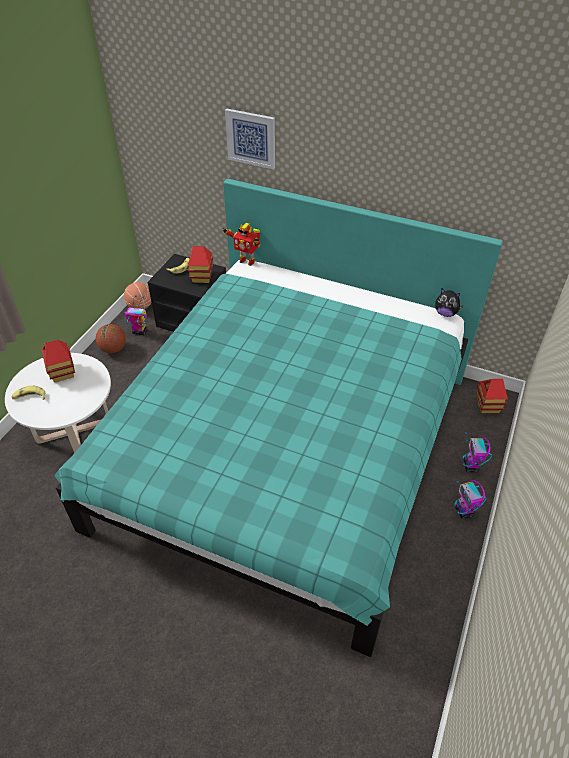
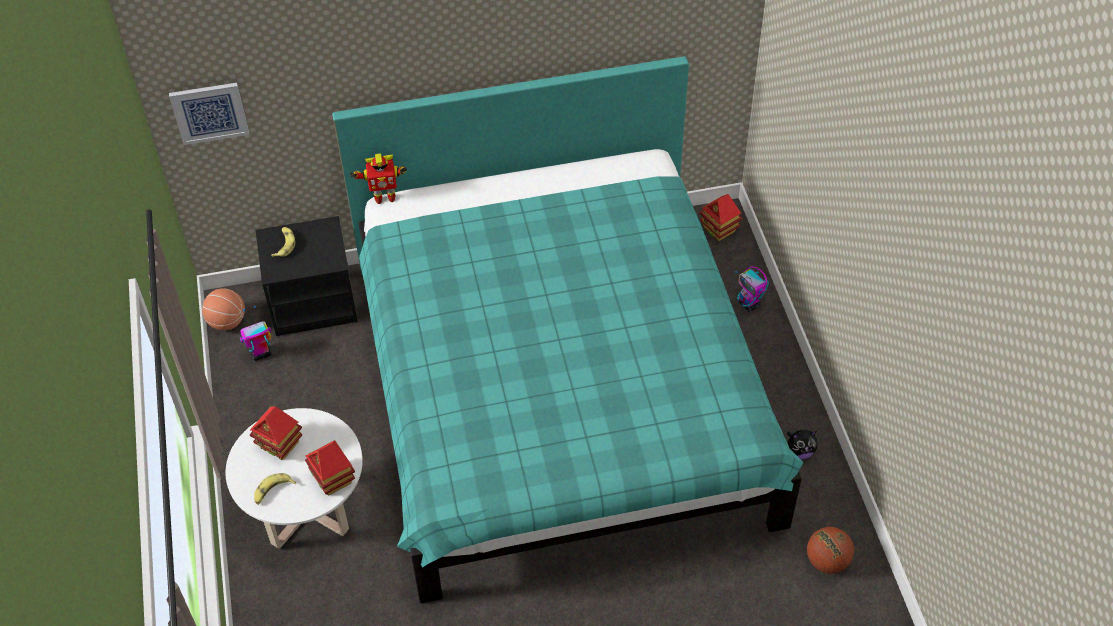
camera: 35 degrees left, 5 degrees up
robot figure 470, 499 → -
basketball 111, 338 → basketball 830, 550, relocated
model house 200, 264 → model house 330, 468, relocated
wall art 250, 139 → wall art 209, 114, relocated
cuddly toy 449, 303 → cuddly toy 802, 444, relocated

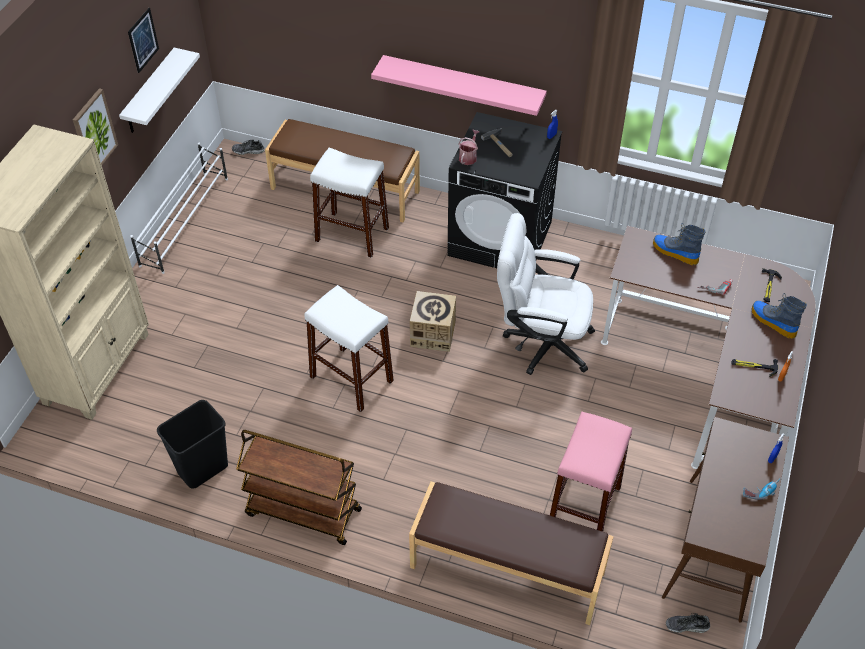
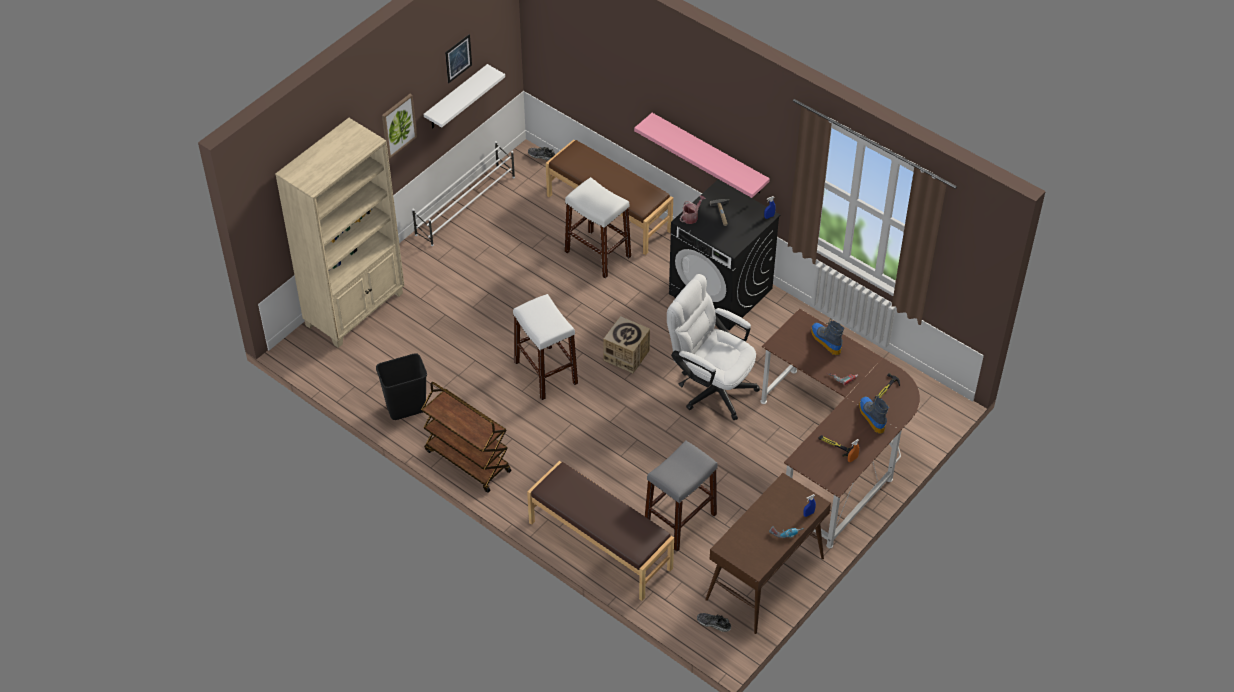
camera: 20 degrees right, 0 degrees up
pink stool seat 591, 471 → gray stool seat 681, 495

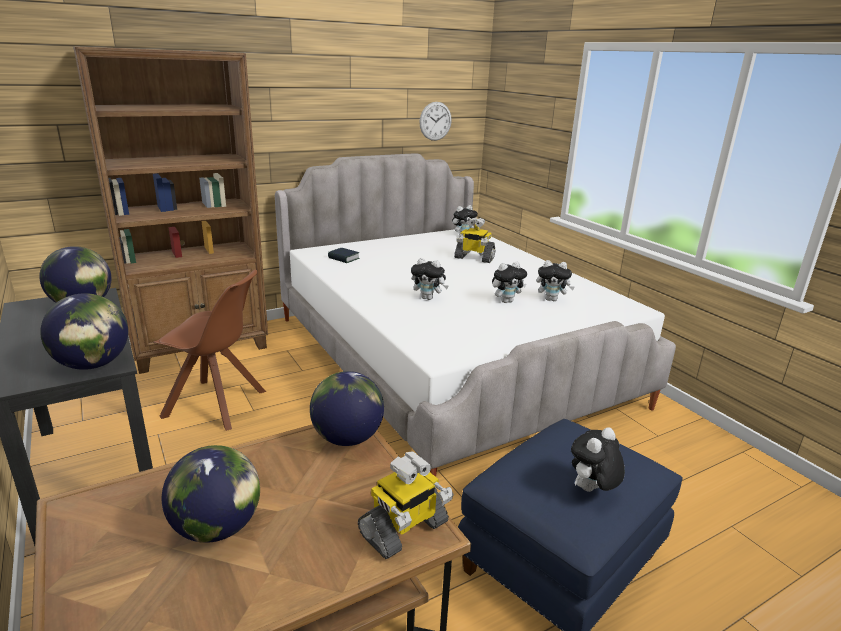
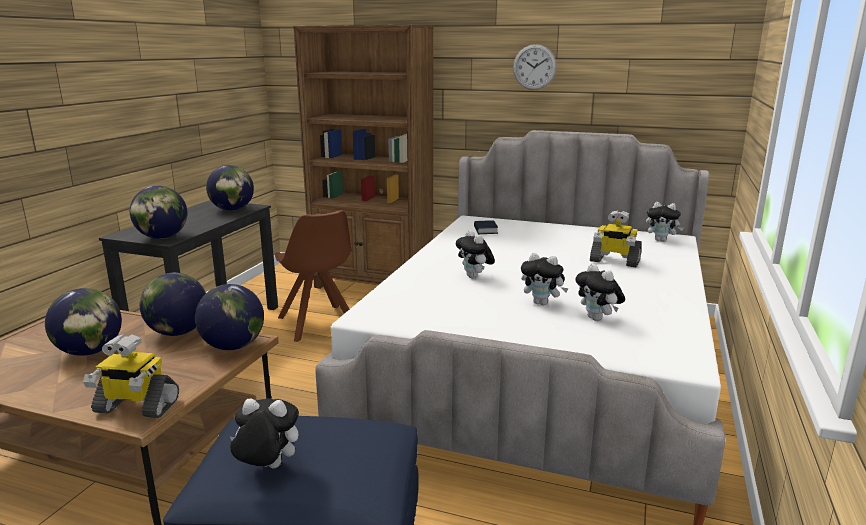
camera: 50 degrees right, 5 degrees down
- → globe 173, 304
hanging clock 436, 121 → hanging clock 535, 67, relocated
robot figure 474, 240 → robot figure 616, 239, 45 degrees counterclockwise

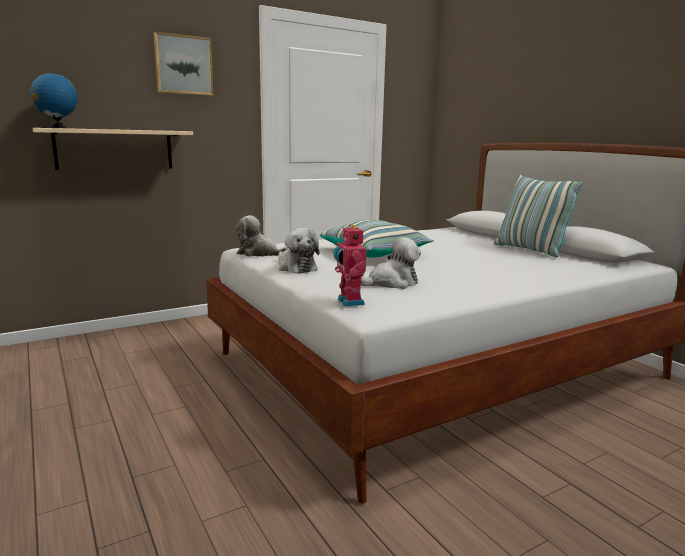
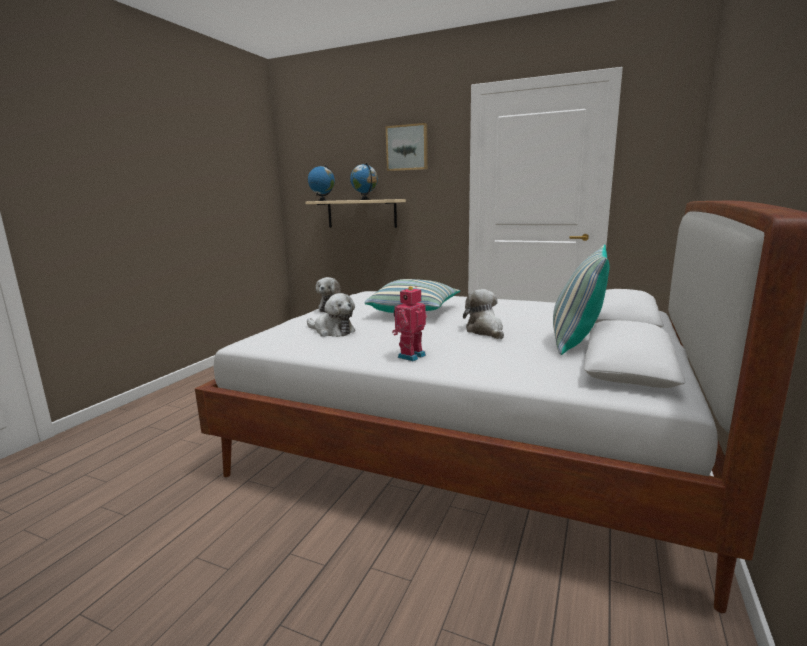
camera: 55 degrees right, 0 degrees up
- → globe 364, 181
cuddly toy 261, 235 → cuddly toy 483, 314, relocated
robot figure 349, 265 → robot figure 409, 323, relocated

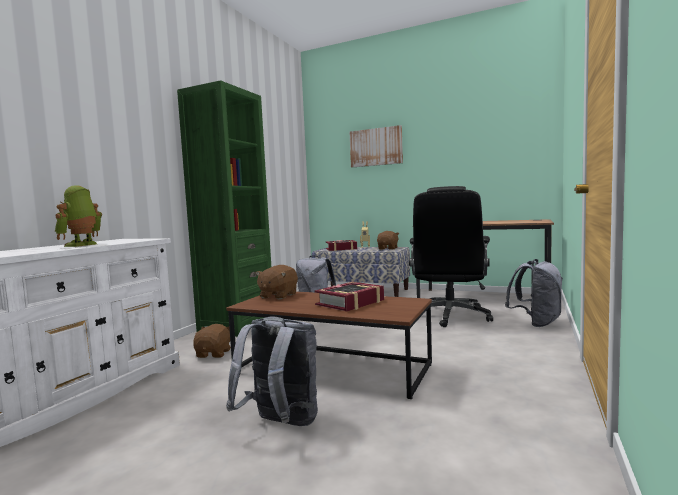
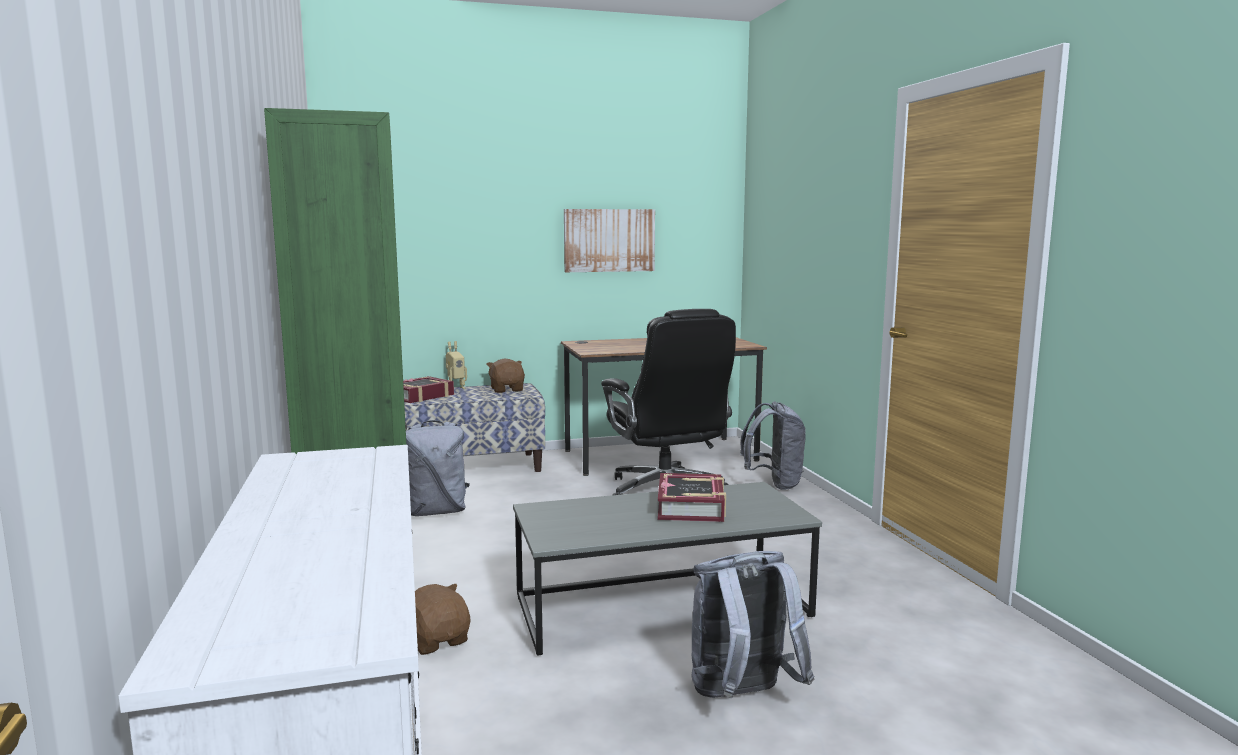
camera: 40 degrees left, 5 degrees up
robot figure 78, 216 → -
brown cuddly toy 277, 282 → -
wall art 376, 146 → wall art 609, 240, relocated
brown low table 329, 345 → gray low table 667, 569

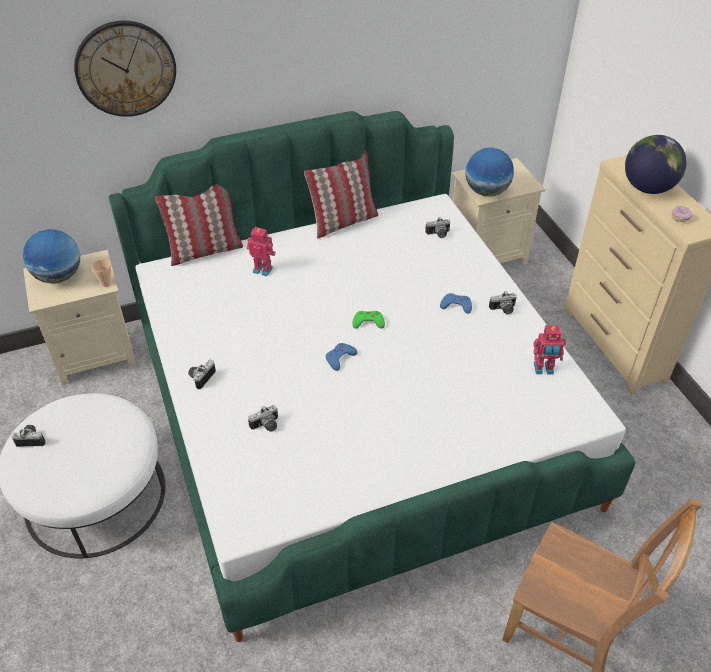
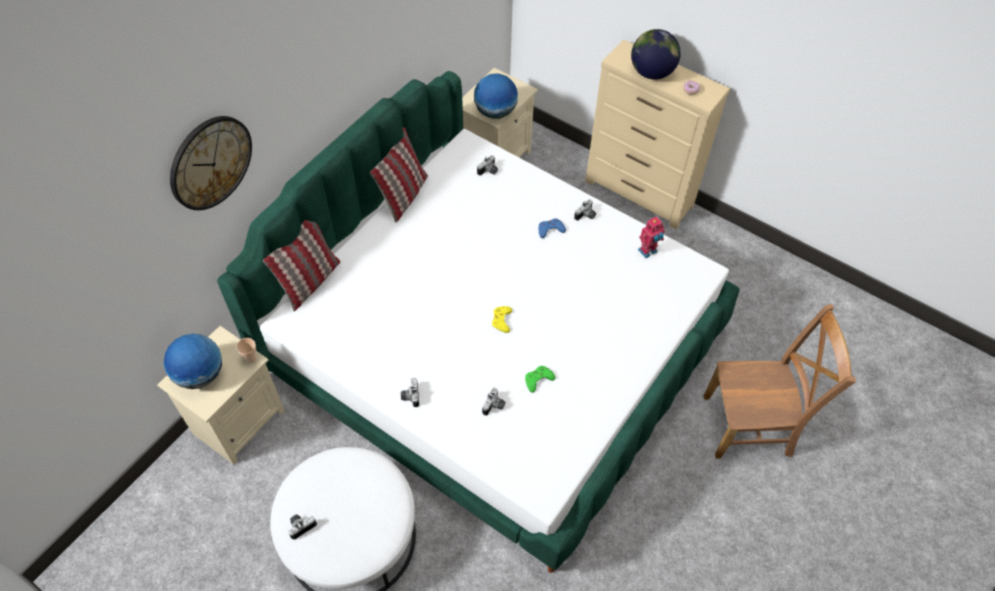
camera: 35 degrees left, 10 degrees up
robot figure 261, 252 → -
greenish joypad 368, 319 → greenish joypad 540, 379, relocated
bluish joypad 342, 357 → yellow joypad 502, 319

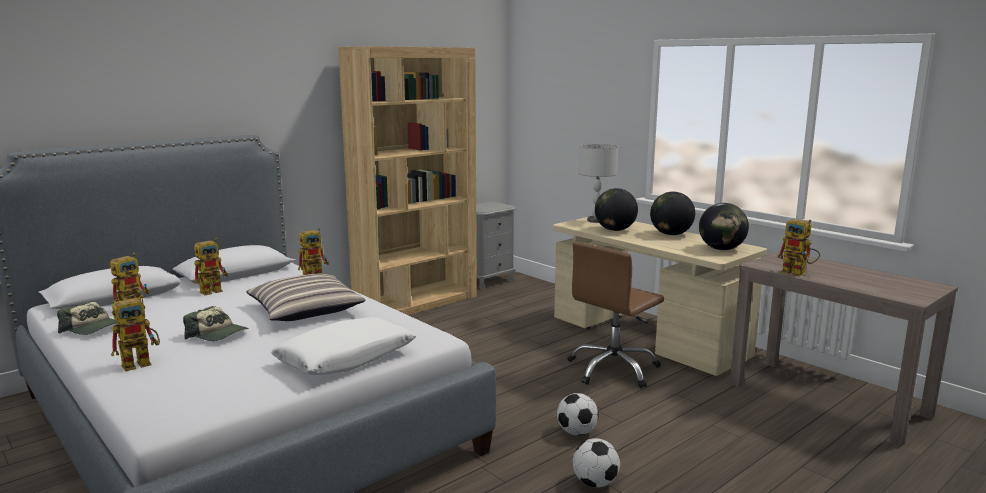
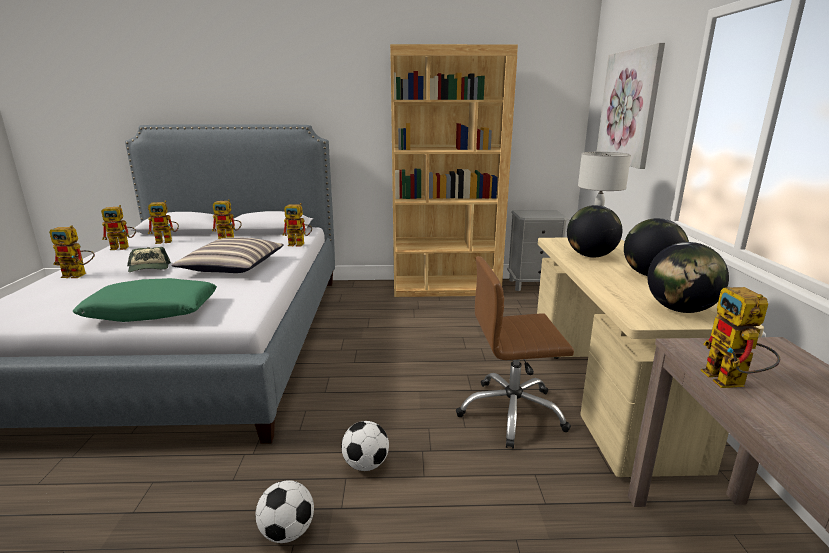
camera: 40 degrees right, 5 degrees up
- → wall art 631, 106
cap 87, 318 → robot figure 118, 227
whitish cushion 343, 346 → greenish cushion 145, 300

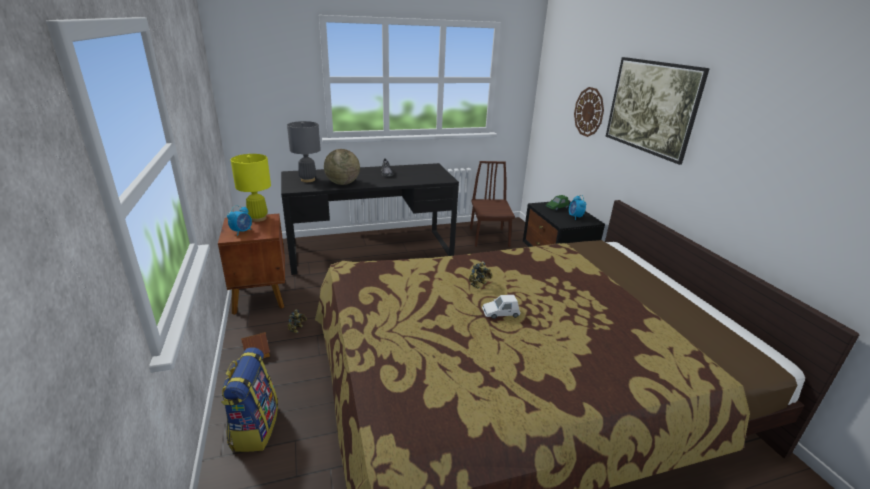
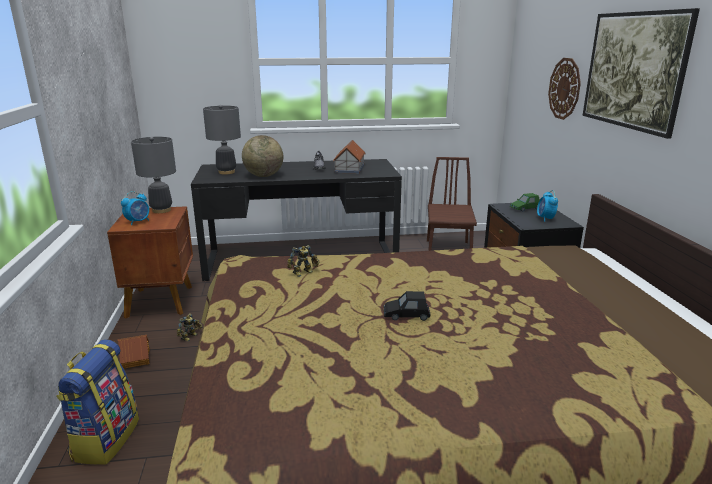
camera: 10 degrees right, 5 degrees down
- → model house 349, 157
robot figure 480, 275 → robot figure 303, 261, relocated
yellow lamp for a table 251, 188 → gray lamp for a table 153, 175
whitish miniature car 501, 307 → blackish miniature car 407, 306

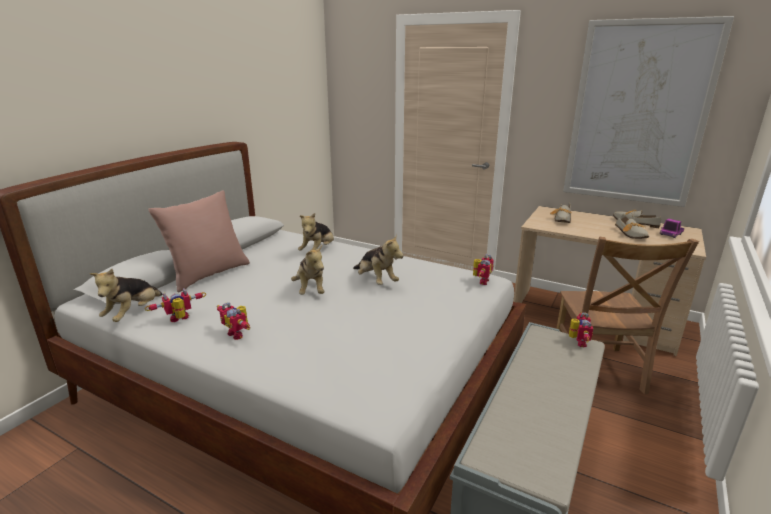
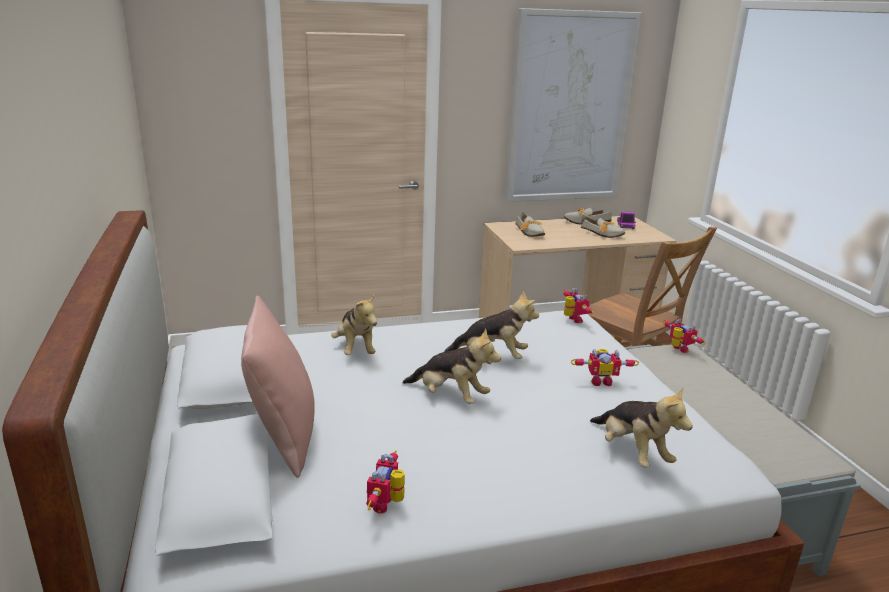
camera: 45 degrees left, 0 degrees up
cuddly toy 126, 295 → cuddly toy 641, 428, relocated
robot figure 233, 321 → robot figure 604, 367, relocated

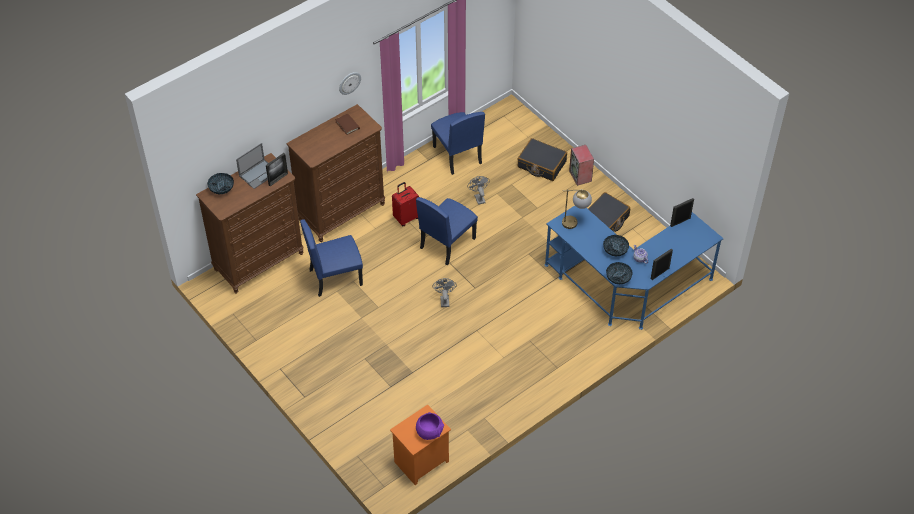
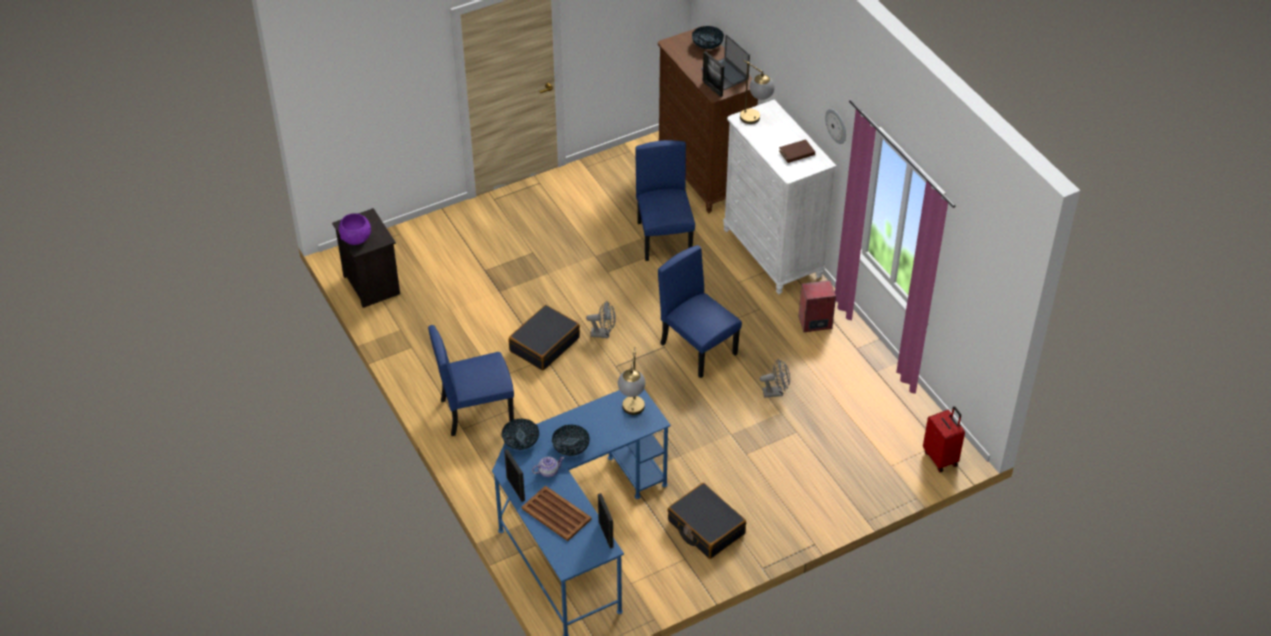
camera: 100 degrees right, 5 degrees down
- → brown tray 557, 513
- → lamp for a table 757, 92
reddish piece of luggage 405, 204 → reddish piece of luggage 944, 439, relocated
bluish upright chair 458, 143 → bluish upright chair 471, 380, relocated
blackish piece of luggage 542, 159 → blackish piece of luggage 544, 337, relocated
loudspeaker 581, 165 → loudspeaker 817, 306, relocated
brown drawer chest 335, 173 → whitish drawer chest 780, 197
orange-coloured nightstand 420, 444 → blackish nightstand 366, 258

